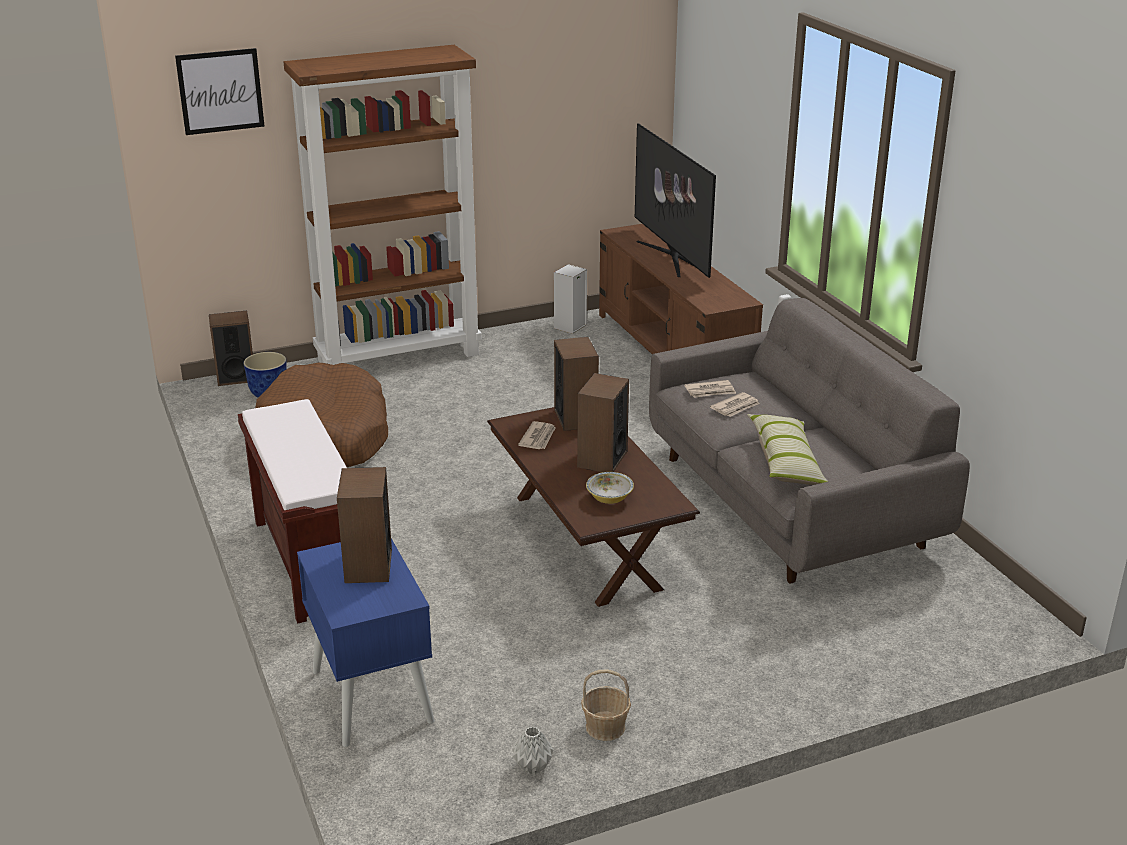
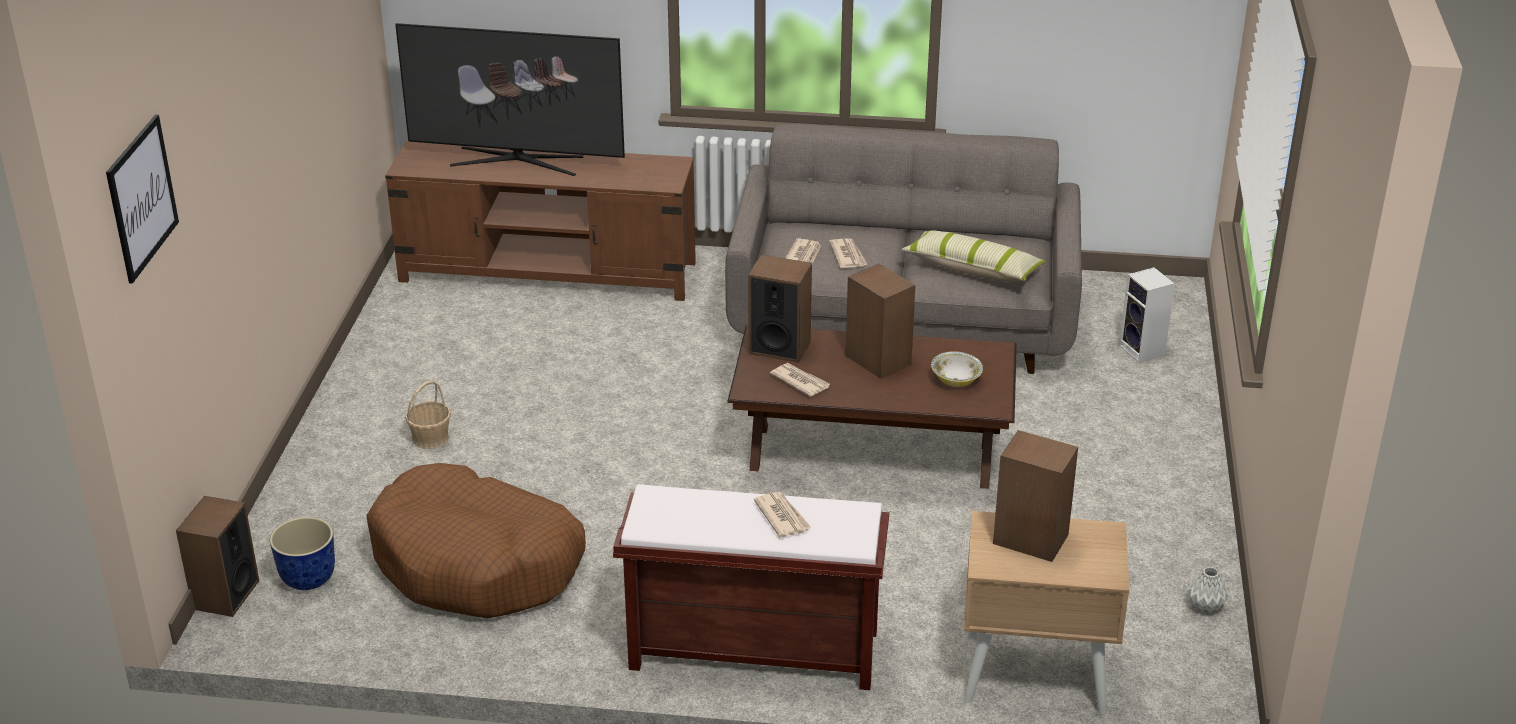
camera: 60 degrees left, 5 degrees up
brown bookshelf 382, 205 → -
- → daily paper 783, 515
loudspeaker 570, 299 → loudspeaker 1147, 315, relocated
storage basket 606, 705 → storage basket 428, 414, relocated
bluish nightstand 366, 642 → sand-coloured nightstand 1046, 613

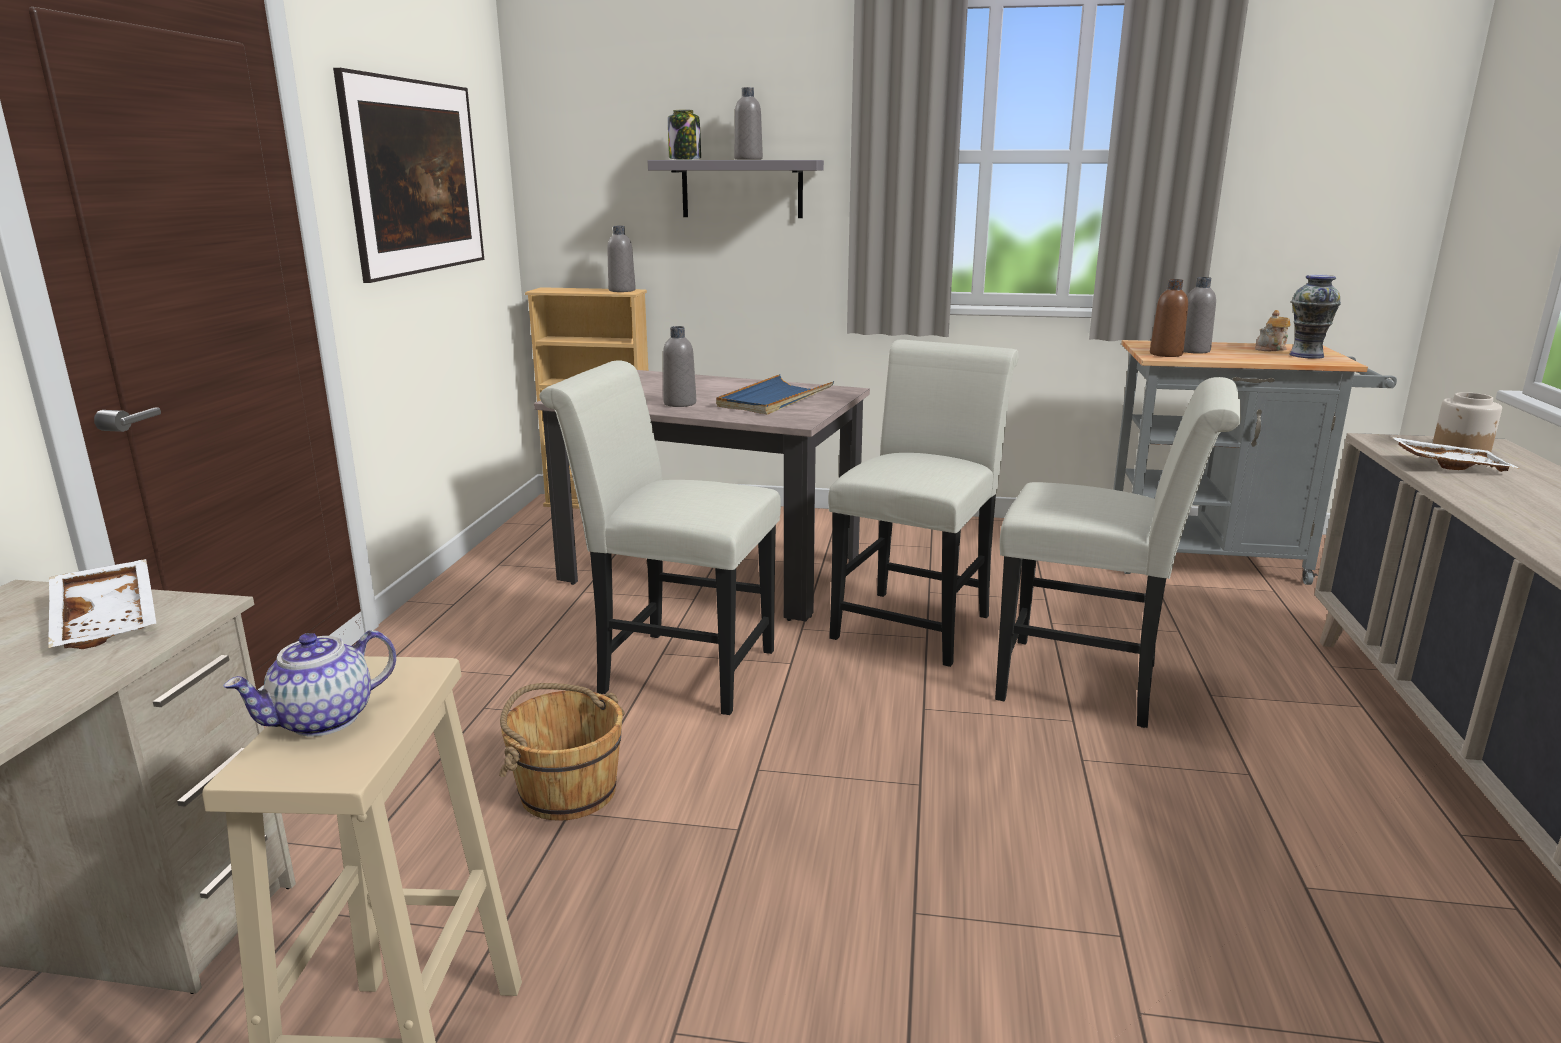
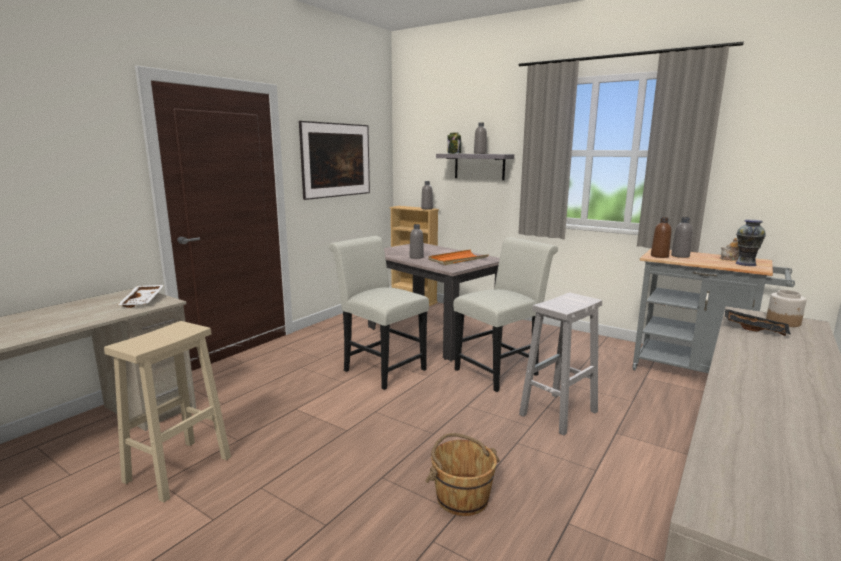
camera: 25 degrees right, 5 degrees down
pot for tea 309, 683 → -
brown pail 562, 752 → brown pail 462, 474, relocated
whitish upright chair 1118, 552 → whitish stool seat 560, 364
bluish tray 775, 394 → orange-coloured tray 459, 257
whitish tray 1454, 454 → blackish tray 758, 322

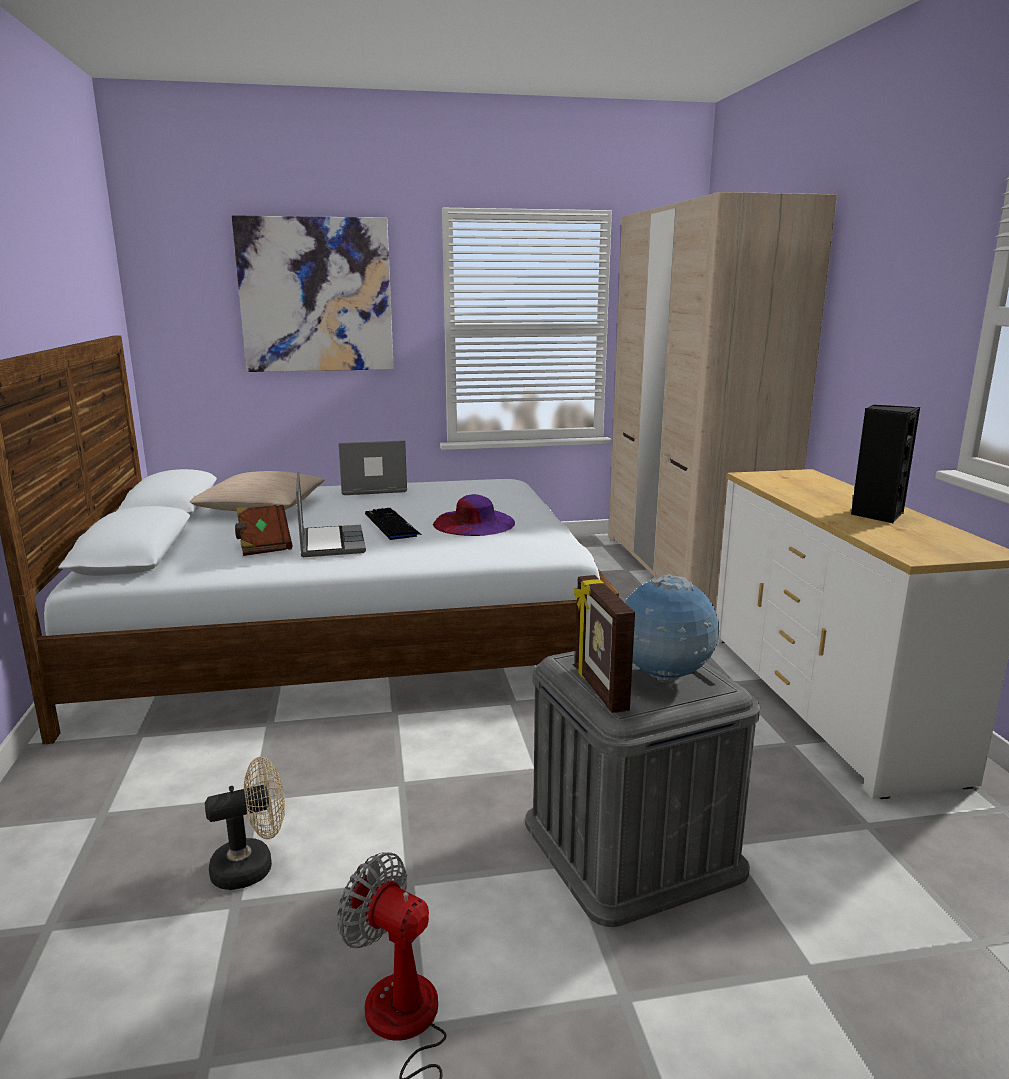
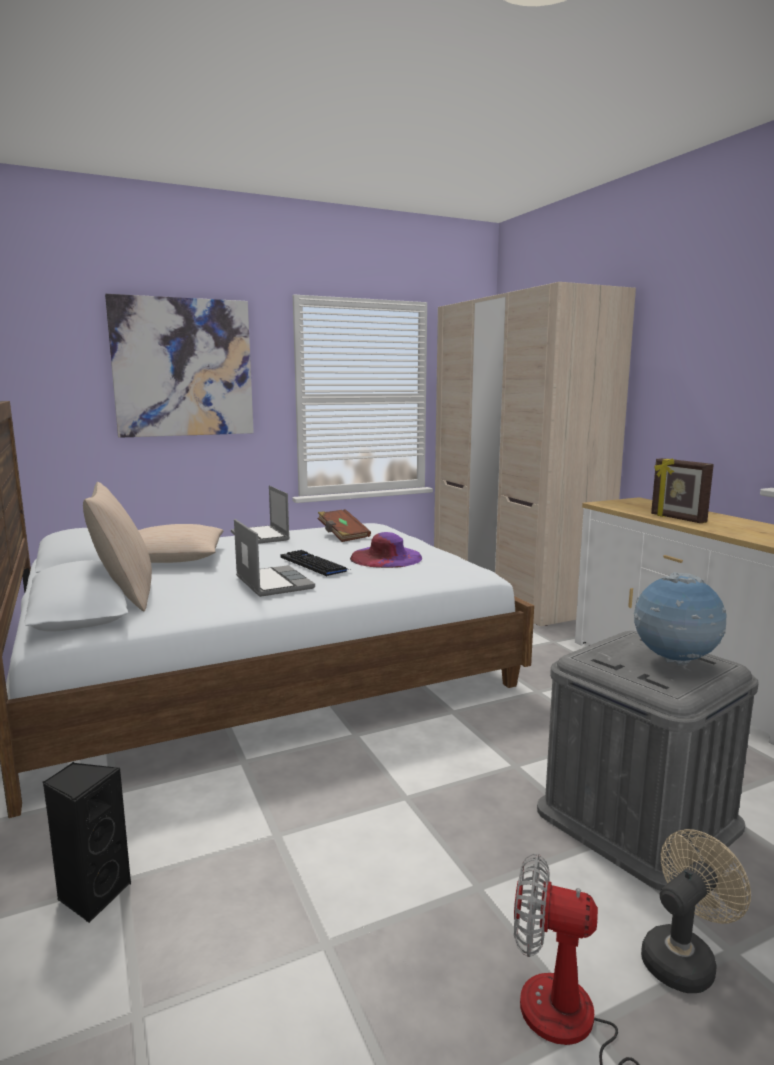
camera: 15 degrees left, 5 degrees down
- → sand-coloured cushion 117, 547
sand-coloured electric fan 245, 823 → sand-coloured electric fan 696, 911, relocated
brown bound book 264, 530 → brown bound book 344, 525, relocated
picture frame 604, 644 → picture frame 682, 490, relocated
blackish loudspeaker 885, 463 → blackish loudspeaker 87, 842, relocated
portable computer 372, 467 → portable computer 260, 514, 90 degrees counterclockwise

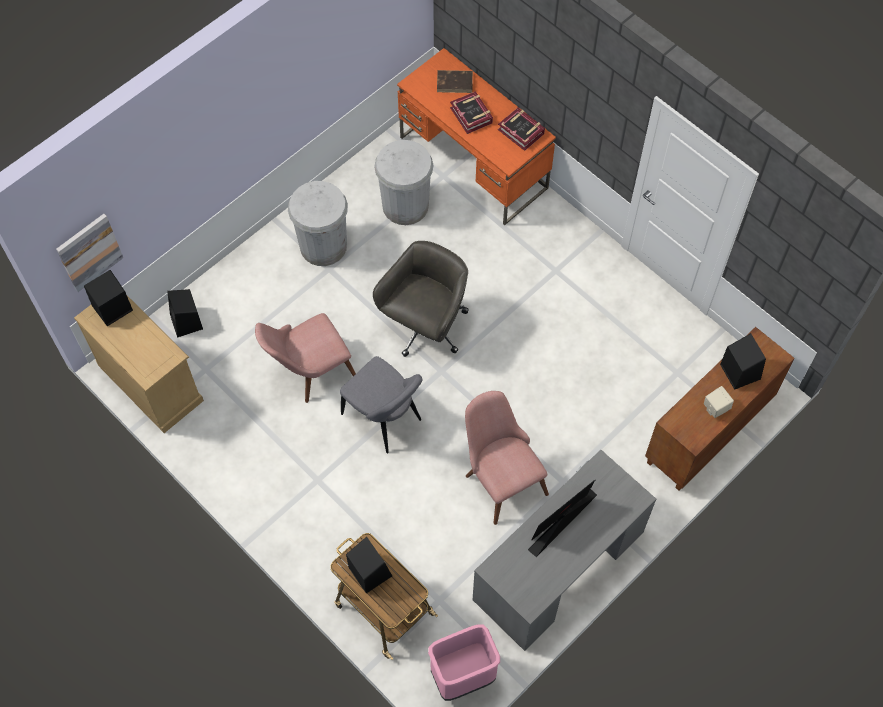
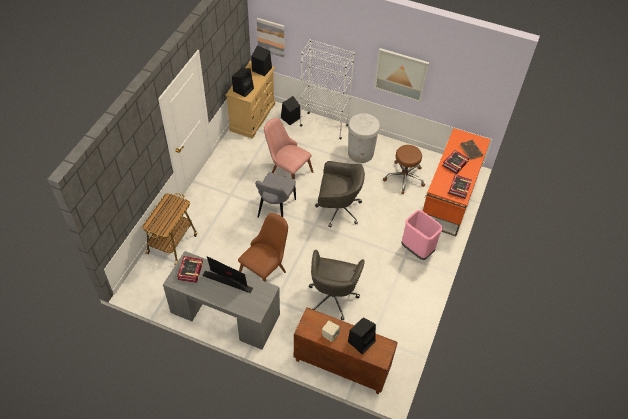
camera: 65 degrees right, 10 degrees down
- → bound book 190, 269
- → whitish bookshelf 327, 89
- → gray office chair 337, 285
- → wall art 401, 75
blackish loudspeaker 369, 565 → blackish loudspeaker 243, 82, relocated
pink waste bin 464, 662 → pink waste bin 422, 235, relocated
whitish waste bin 404, 182 → brown stool seat 404, 169
pink upright chair 507, 458 → brown upright chair 263, 247

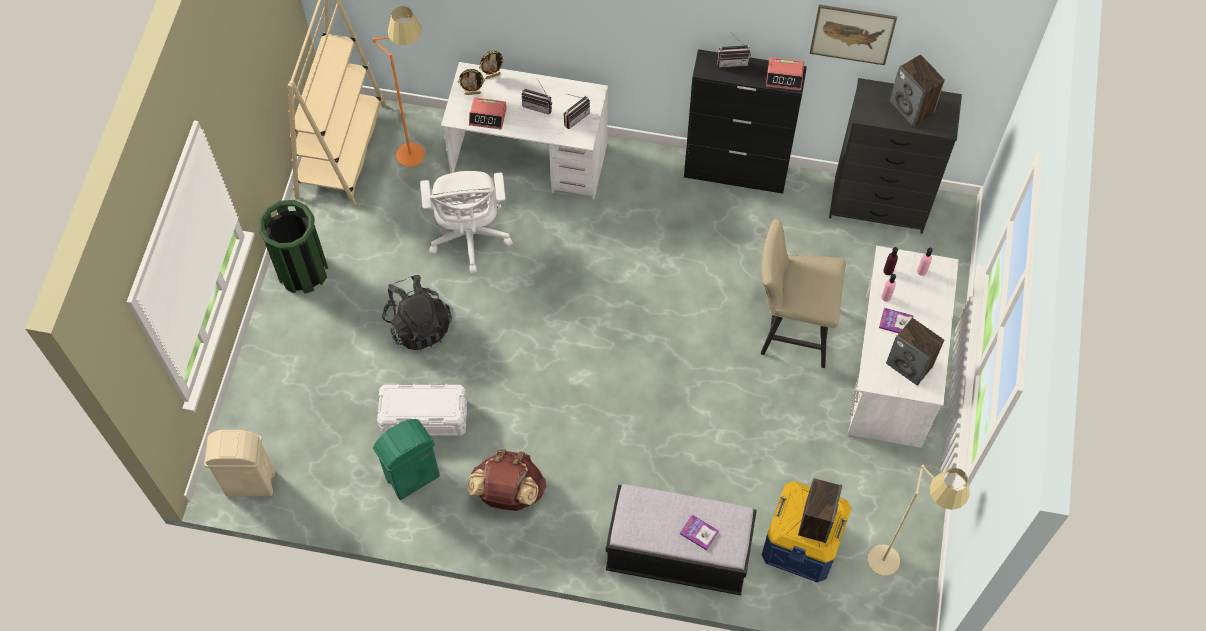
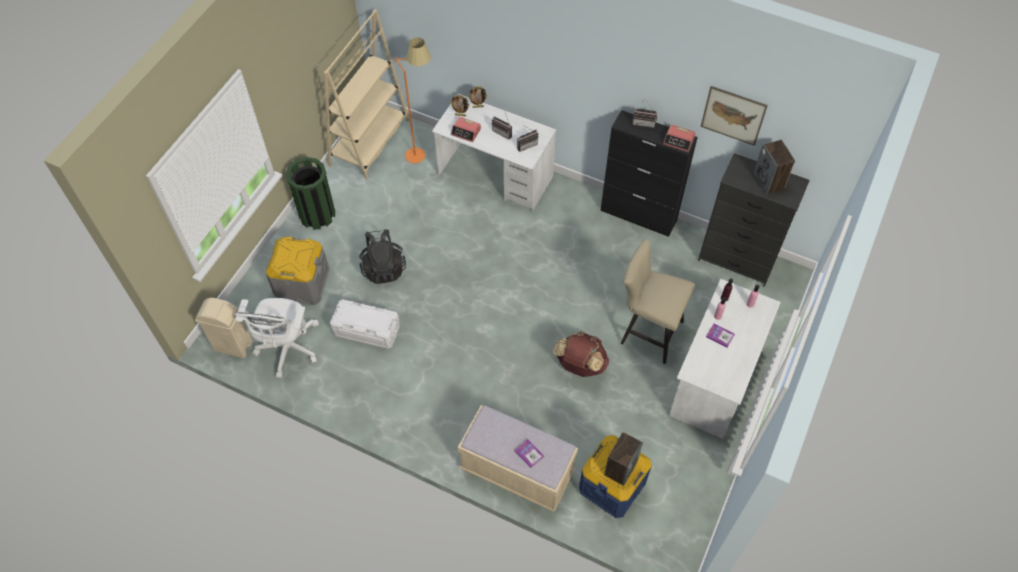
camera: 15 degrees right, 5 degrees down
greenish waste bin 406, 459 → -
sand-coloured standard lamp 919, 520 → -
loudspeaker 915, 352 → -
- → gray storage container 298, 270
whitish office chair 466, 222 → whitish office chair 277, 338, relocated
brown rucksack 507, 480 → brown rucksack 581, 354, relocated
blackish indoor bench 681, 539 → sand-coloured indoor bench 518, 458

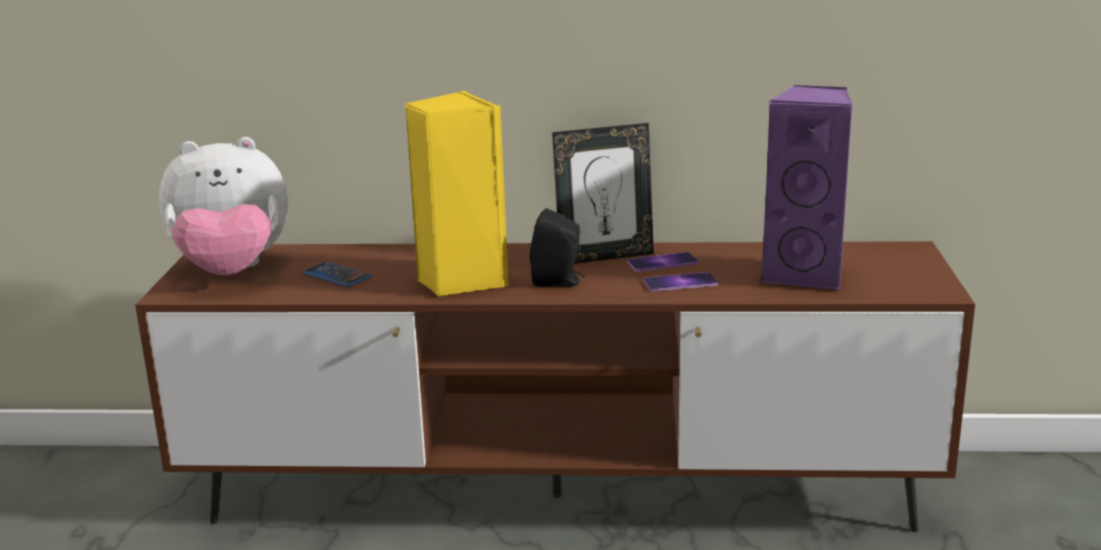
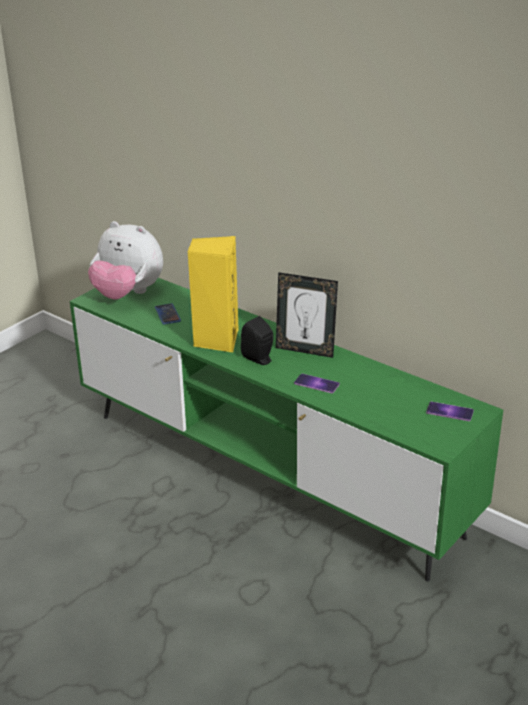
camera: 35 degrees right, 10 degrees up
purplish loudspeaker 807, 187 → -
handset 663, 262 → handset 450, 411, relocated
brown tv unit 555, 386 → greenish tv unit 286, 429

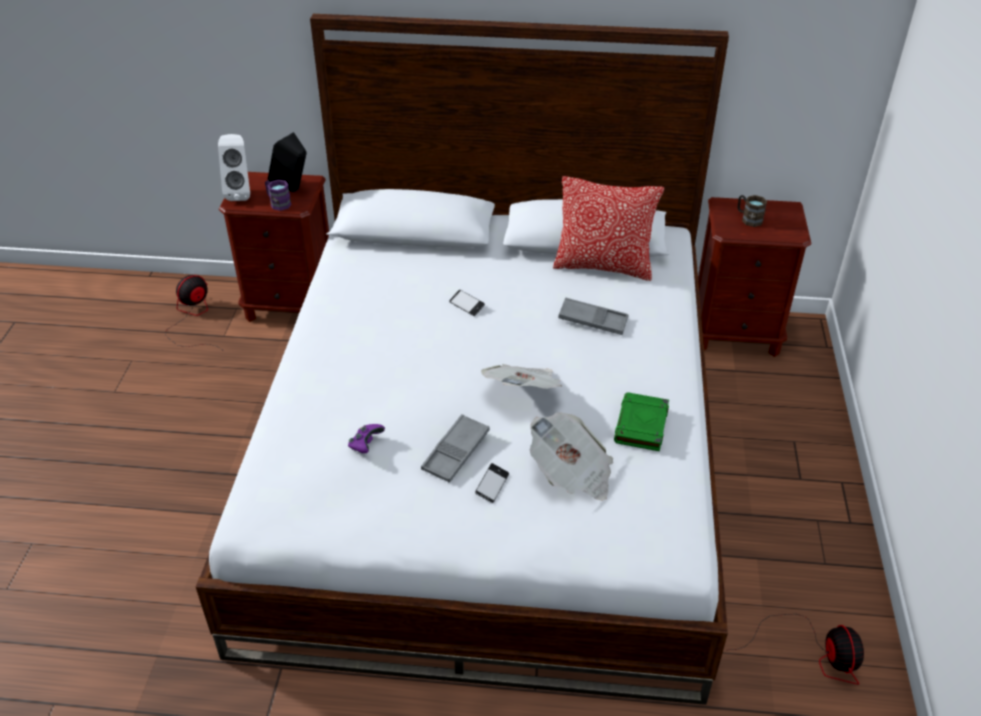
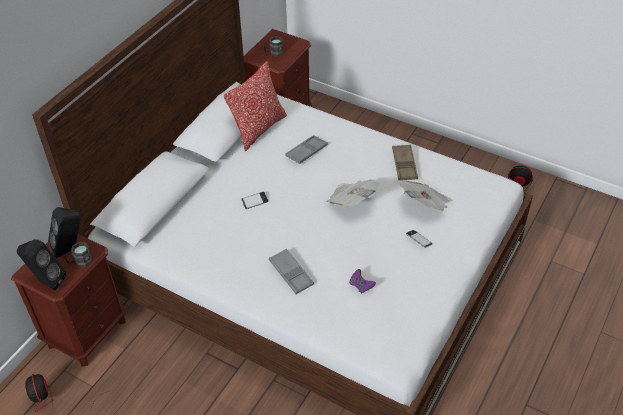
camera: 65 degrees left, 5 degrees up
gray tray 455, 448 → gray tray 291, 271, relocated
greenish bound book 641, 421 → brown tray 405, 162
whitish loudspeaker 234, 167 → blackish loudspeaker 41, 264
purplish mug 278, 195 → brown mug 78, 254

